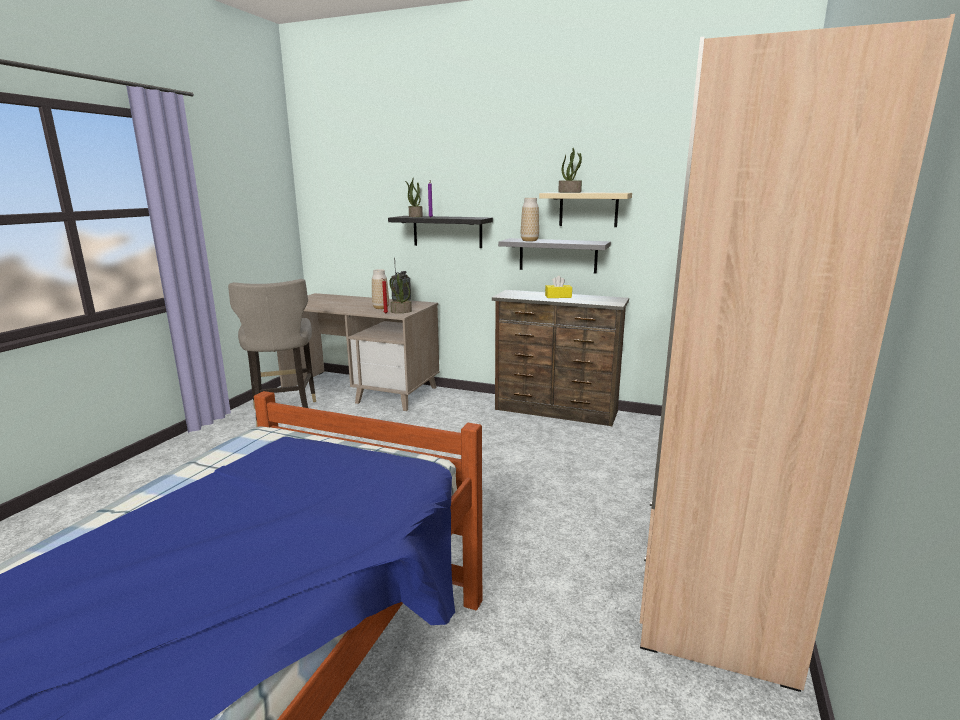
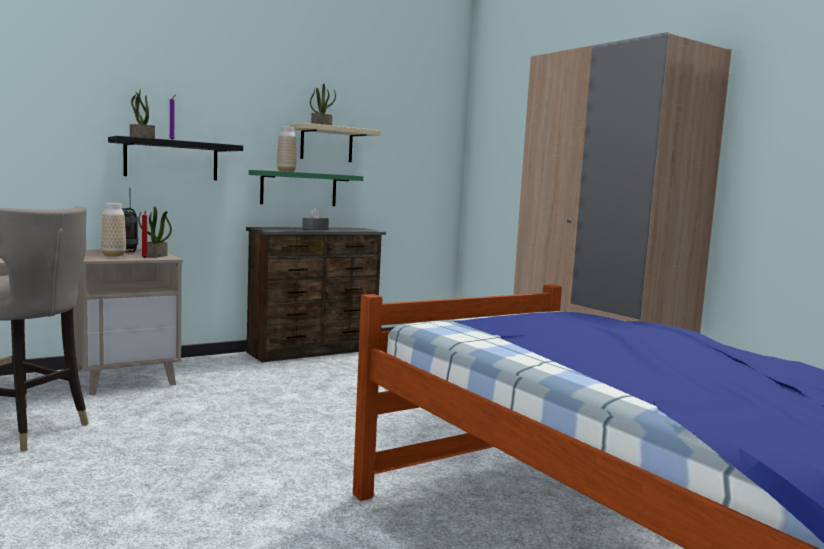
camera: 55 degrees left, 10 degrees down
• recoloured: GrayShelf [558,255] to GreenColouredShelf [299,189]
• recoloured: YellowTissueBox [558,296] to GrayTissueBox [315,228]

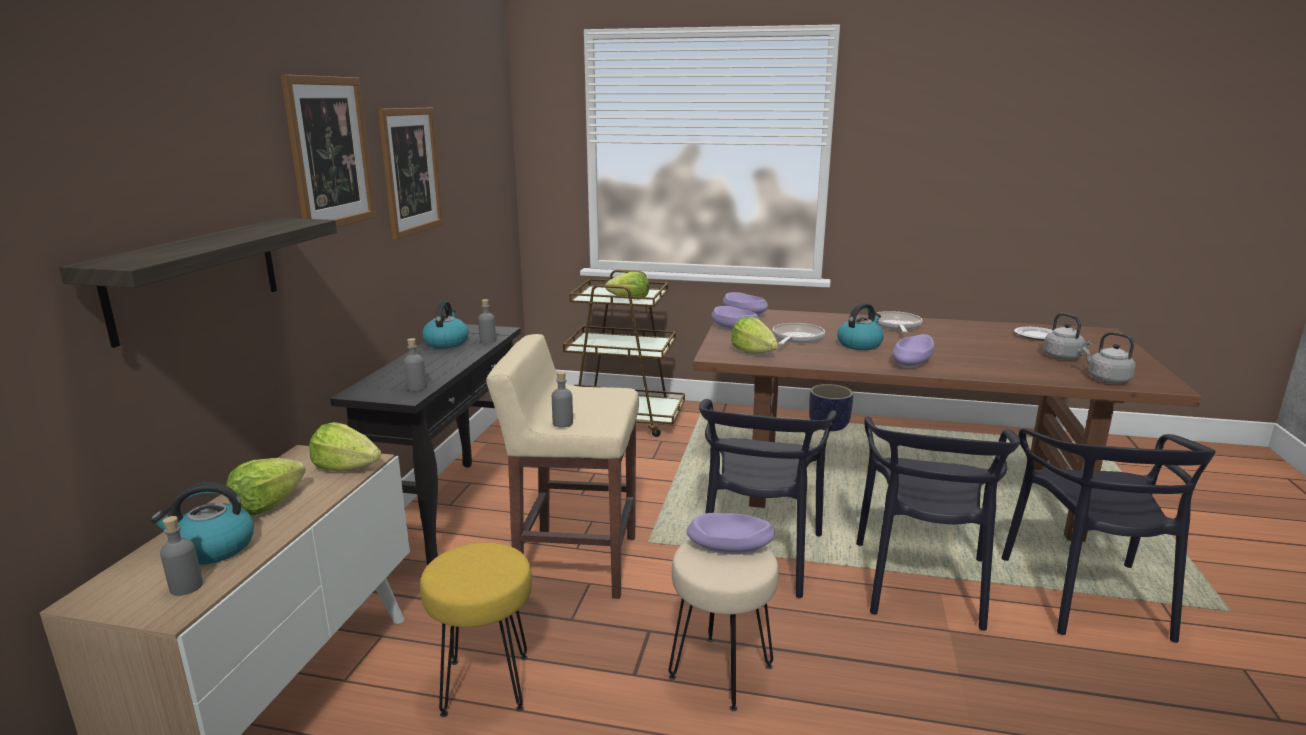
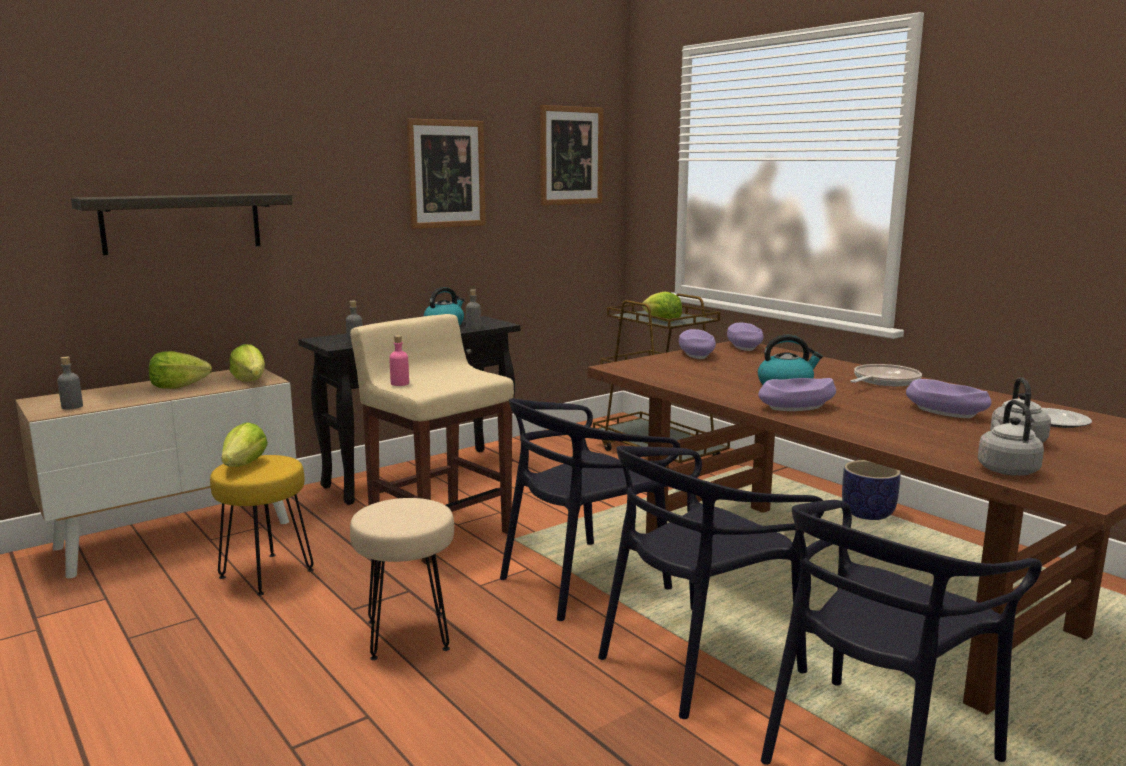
camera: 40 degrees right, 5 degrees down
• moved: HeadOfLettuce [753,352] to [244,465]
• recoloured: GrayDrinkBottle [563,423] to PinkDrinkBottle [400,383]
• moved: WallArt [330,153] to [571,156]
• moved: PurpleColouredServingBowl [730,547] to [946,412]
• removed: WaterKettle [213,549]
• removed: Pan [796,338]

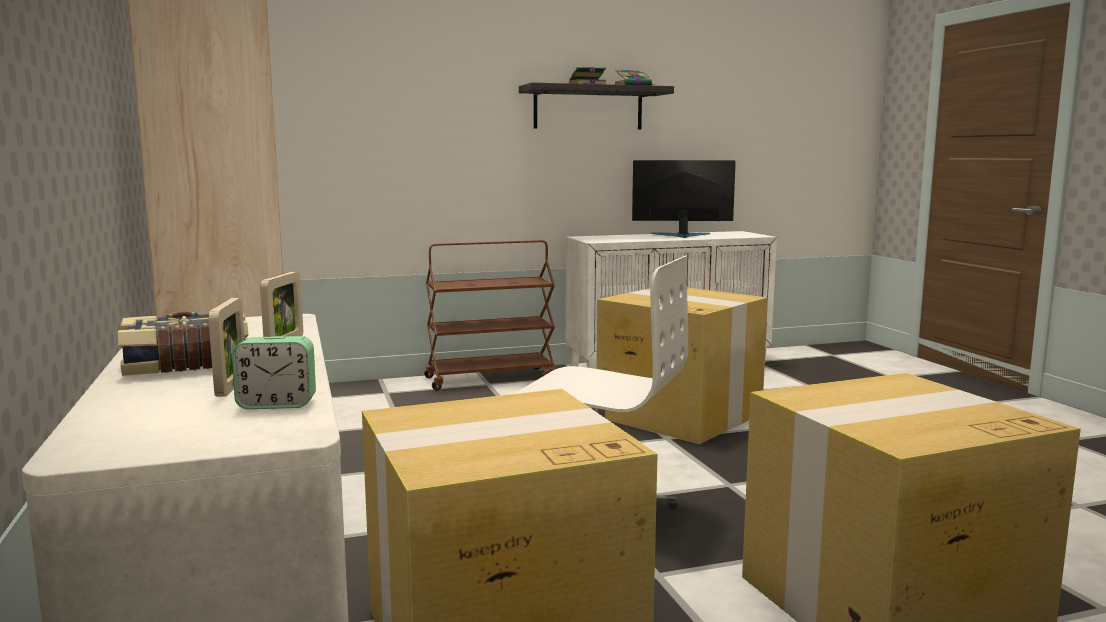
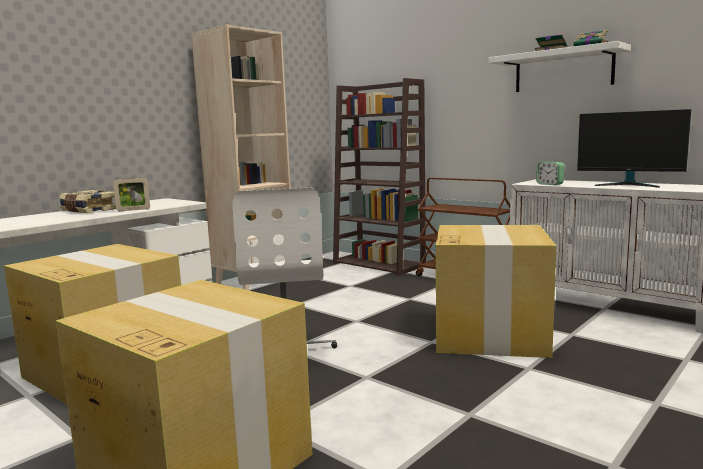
camera: 60 degrees right, 0 degrees up
• added: BrownishBookshelf [379,264]
• recoloured: BlackShelf [588,108] to WhiteShelf [563,70]
• moved: AlarmClock [277,404] to [549,184]
• turned: ComputerDisplay [681,235] = [629,184] 150 degrees clockwise
• removed: PictureFrame [231,386]

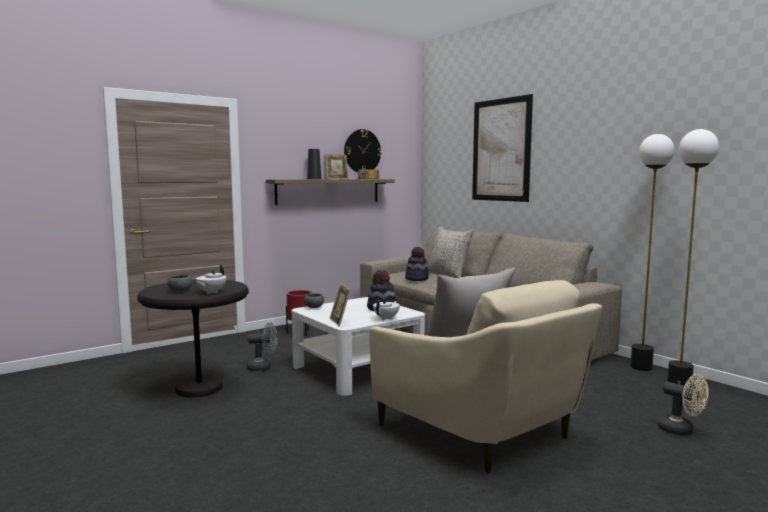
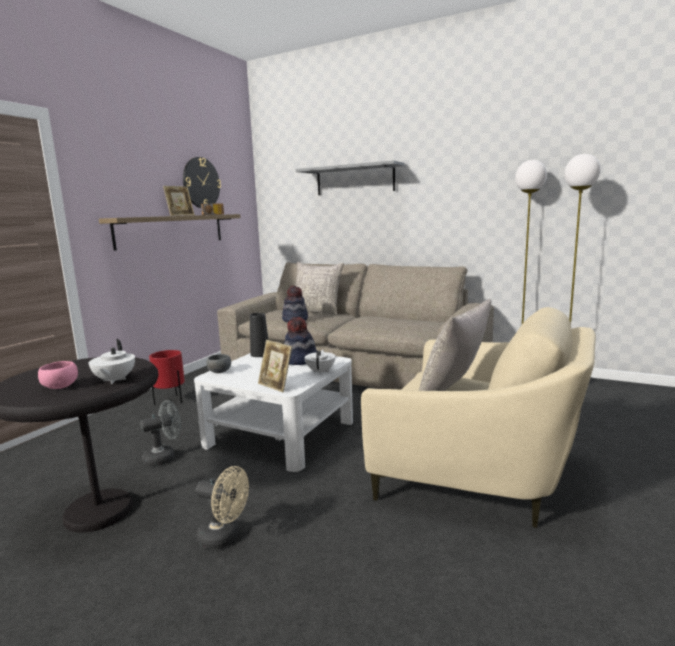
camera: 25 degrees left, 5 degrees up
• recoloured: GrayServingBowl [180,291] to PinkServingBowl [60,386]
• moved: SandColouredElectricFan [681,431] to [225,538]
• moved: BlackVase [314,179] to [260,354]
• replaced: WallArt [501,150] to GrayShelf [355,180]

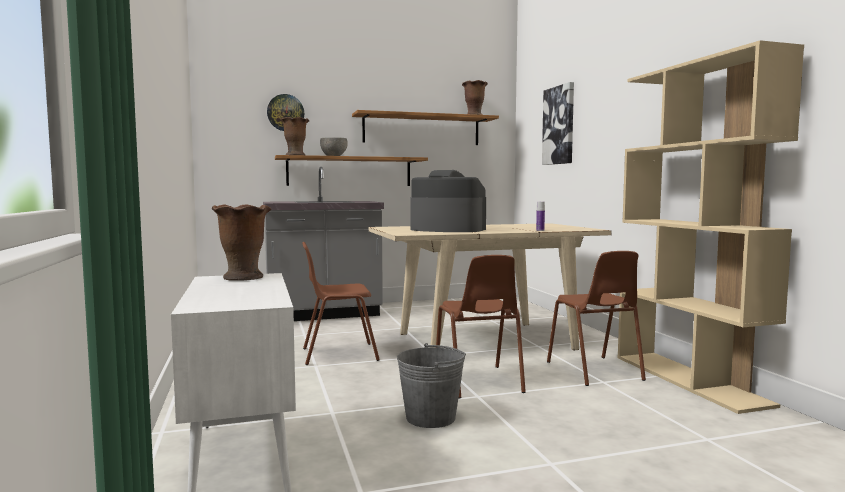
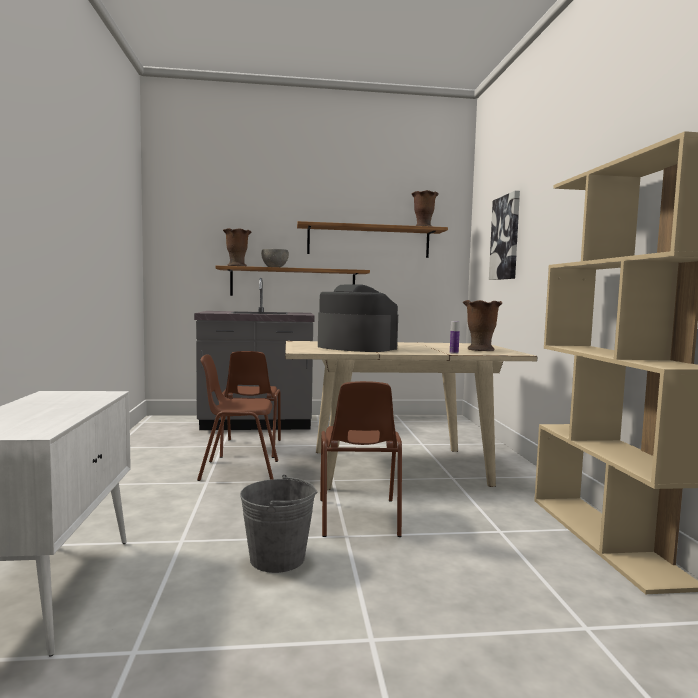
camera: 10 degrees right, 0 degrees up
• moved: BrownishChair [594,371] to [250,449]
• moved: BrownishVase [243,277] to [481,349]
• removed: ClockOnTheWall [285,112]

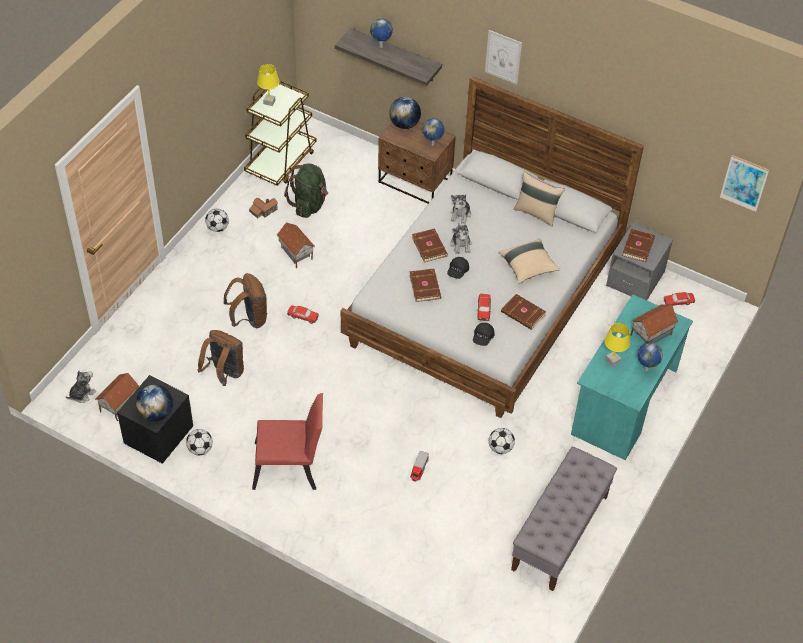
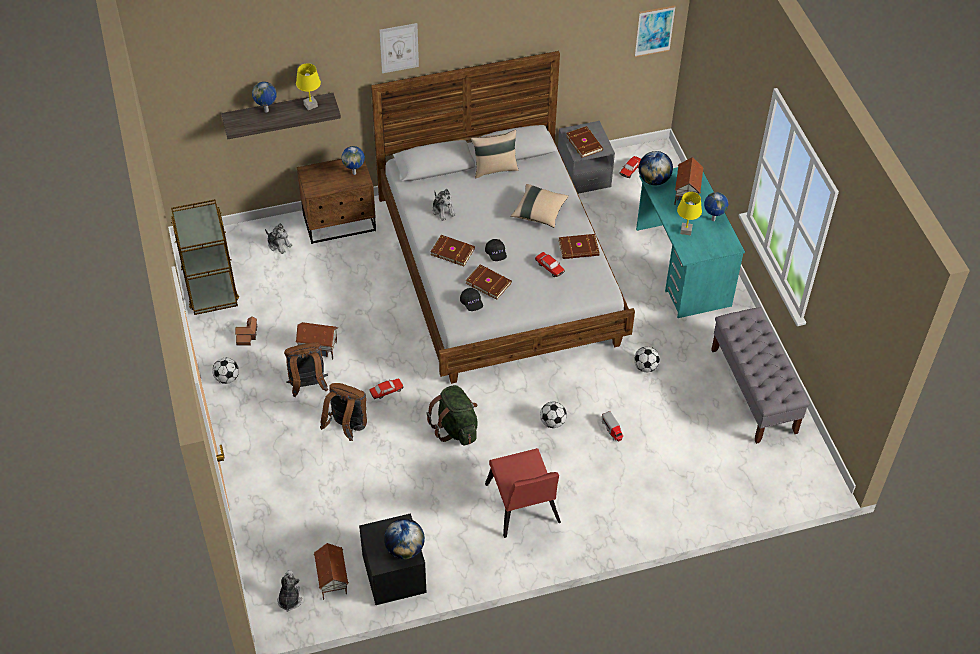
camera: 45 degrees left, 0 degrees up
• moved: CuddlyToy [461,244] to [279,244]
• moved: BrownishBackpack [224,373] to [308,386]
• moved: YellowTableLamp [269,102] to [310,105]
• moved: GreenColouredBackpack [309,204] to [455,428]
• moved: BlackBaseballCap [483,338] to [471,303]
• turned: RedColouredChair [290,467] = [523,508] 120 degrees clockwise
• moved: FootballBall [200,449] to [552,422]
• moved: DeskGlobe [404,124] to [654,180]

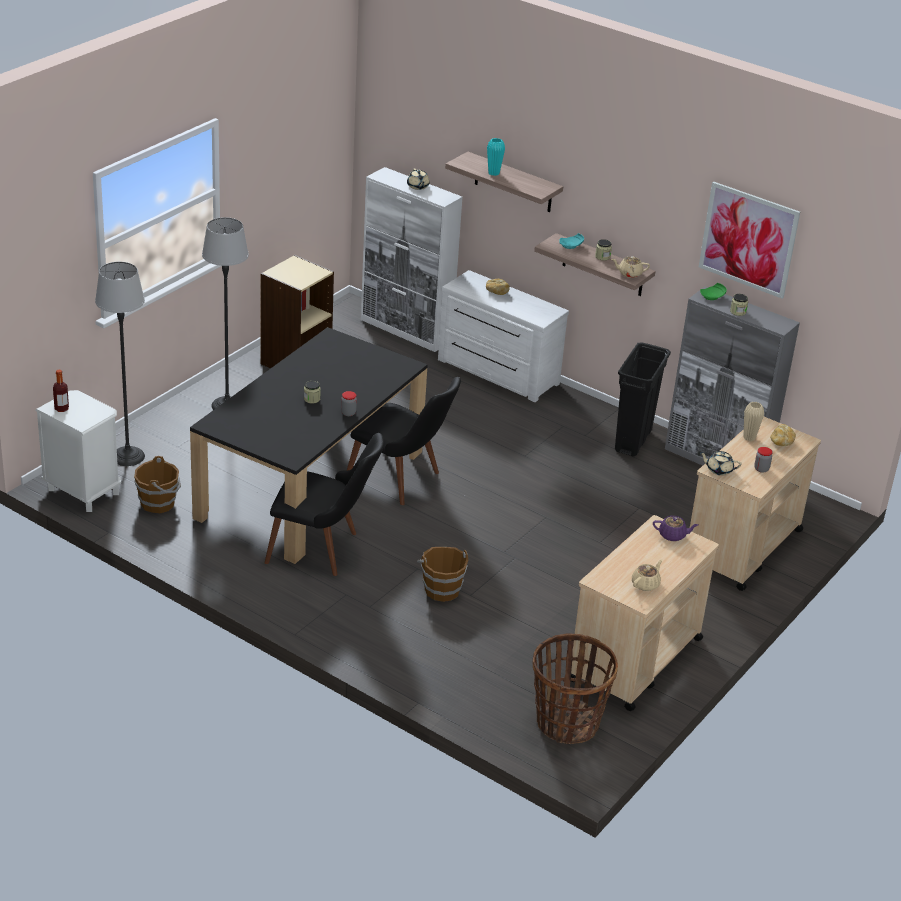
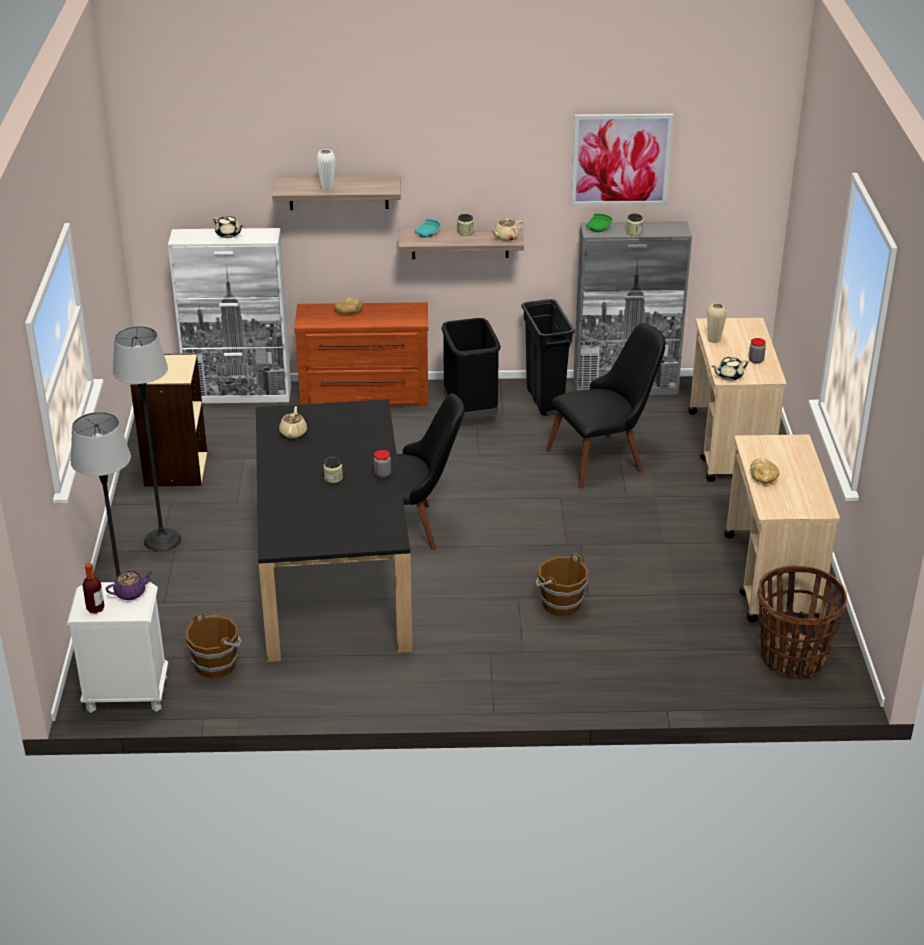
camera: 35 degrees left, 0 degrees up
• moved: PurpleColouredPotForTea [673,535] to [131,593]
• moved: SandColouredPotForTea [645,584] to [293,432]
• recoloured: WhiteDresser [496,373] to BrownishDresser [365,396]
• recoloured: TurquoiseVase [493,173] to WhiteVase [327,188]
• added: BlackWasteBin [470,413]
• moved: BlackChair [324,549] to [605,457]
• moved: BakeryBread [781,442] to [763,478]

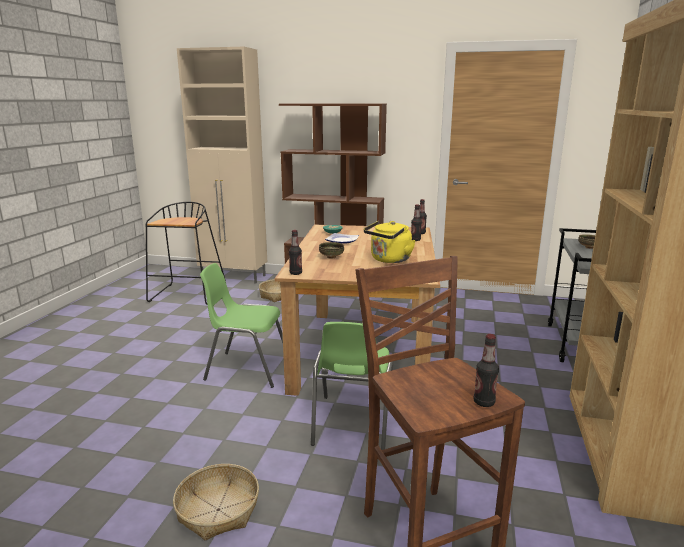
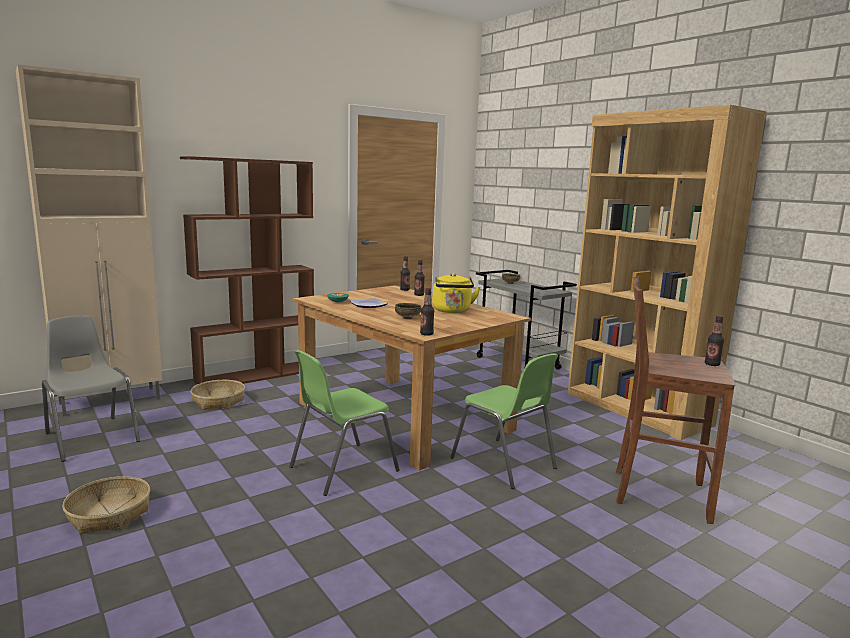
camera: 50 degrees left, 5 degrees down
• replaced: BlackSittingStool [188,295] to GrayChair [91,437]
• moved: StorageBasket [218,510] to [109,514]

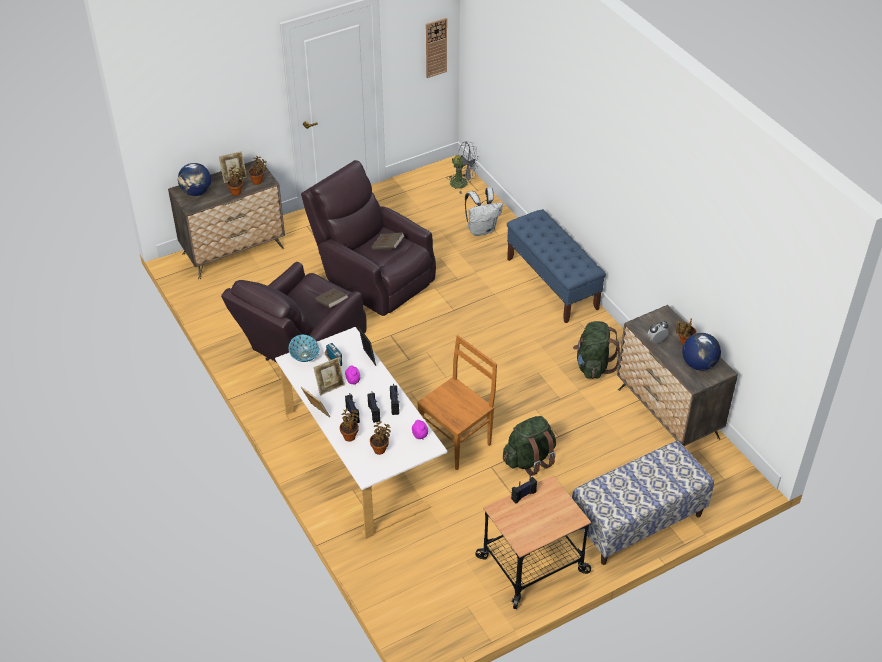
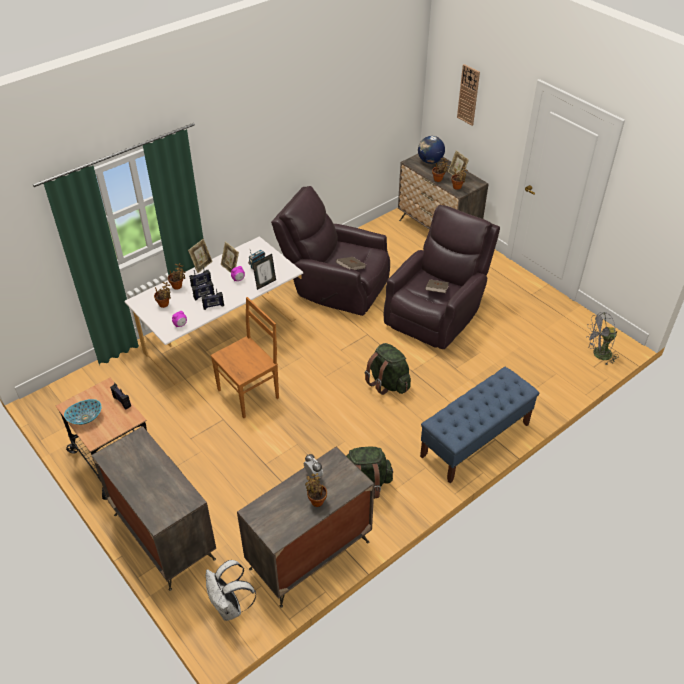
camera: 80 degrees right, 0 degrees up
• moved: ServingBowl [305,355] to [85,418]
• replaced: LongSeat [637,522] to Dresser [164,535]
• moved: WhiteBackpack [481,229] to [230,607]
• turned: BrownishChair [457,441] = [250,393] 75 degrees counterclockwise
• moved: GreenColouredBackpack [529,459] to [388,383]
• moved: ClockOnTheWall [436,47] to [468,95]
• turned: GrayElectricFan [463,183] = [598,355] 75 degrees clockwise
• removed: DeskGlobe [698,364]

